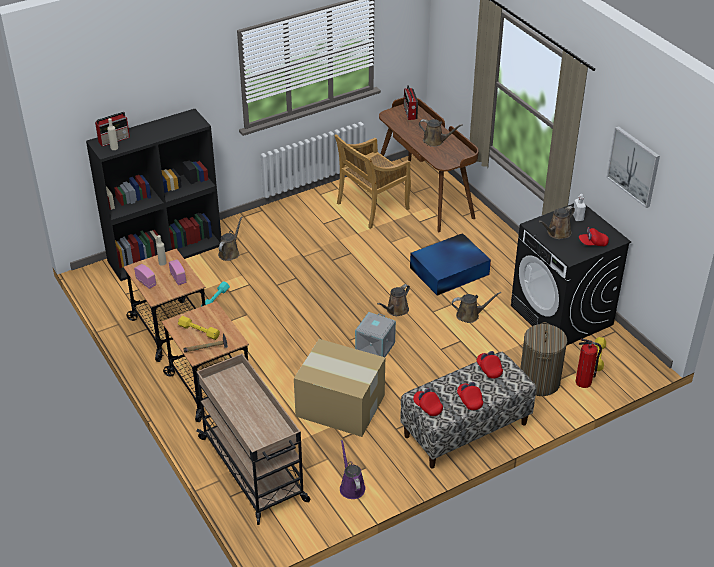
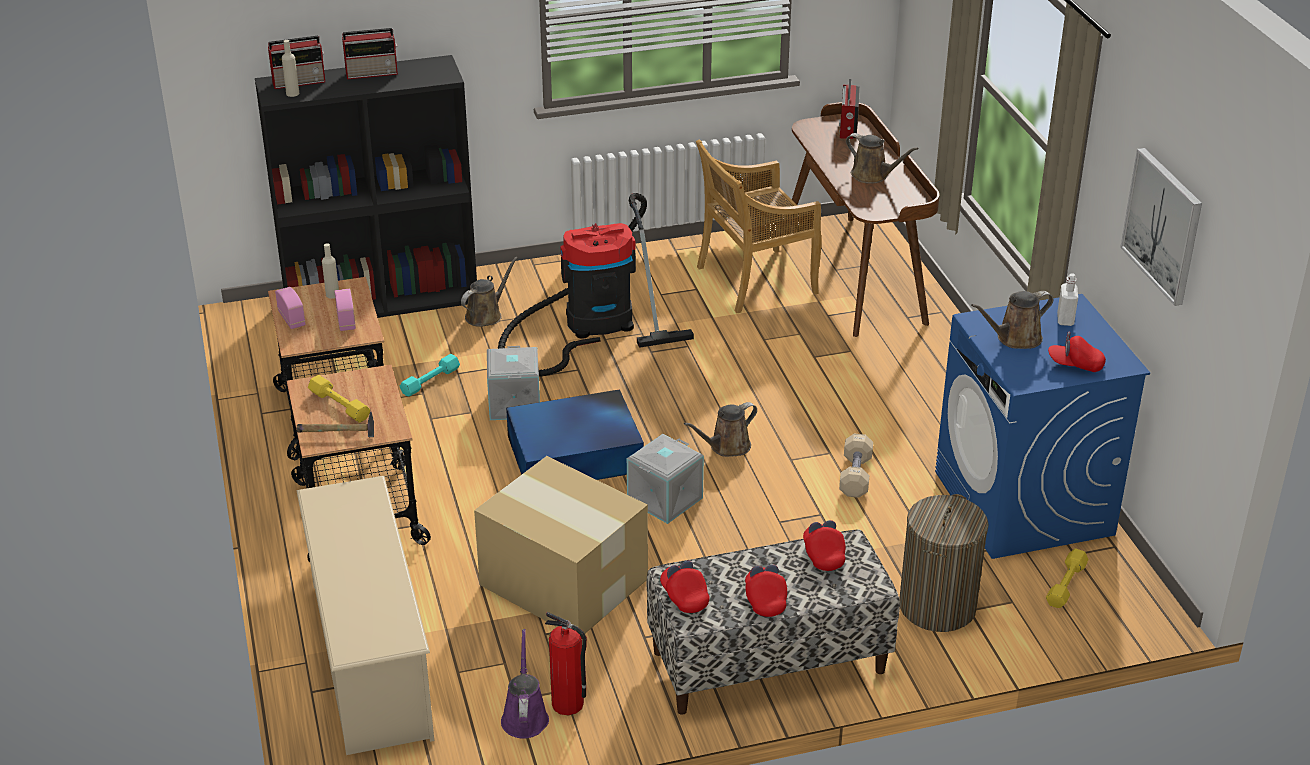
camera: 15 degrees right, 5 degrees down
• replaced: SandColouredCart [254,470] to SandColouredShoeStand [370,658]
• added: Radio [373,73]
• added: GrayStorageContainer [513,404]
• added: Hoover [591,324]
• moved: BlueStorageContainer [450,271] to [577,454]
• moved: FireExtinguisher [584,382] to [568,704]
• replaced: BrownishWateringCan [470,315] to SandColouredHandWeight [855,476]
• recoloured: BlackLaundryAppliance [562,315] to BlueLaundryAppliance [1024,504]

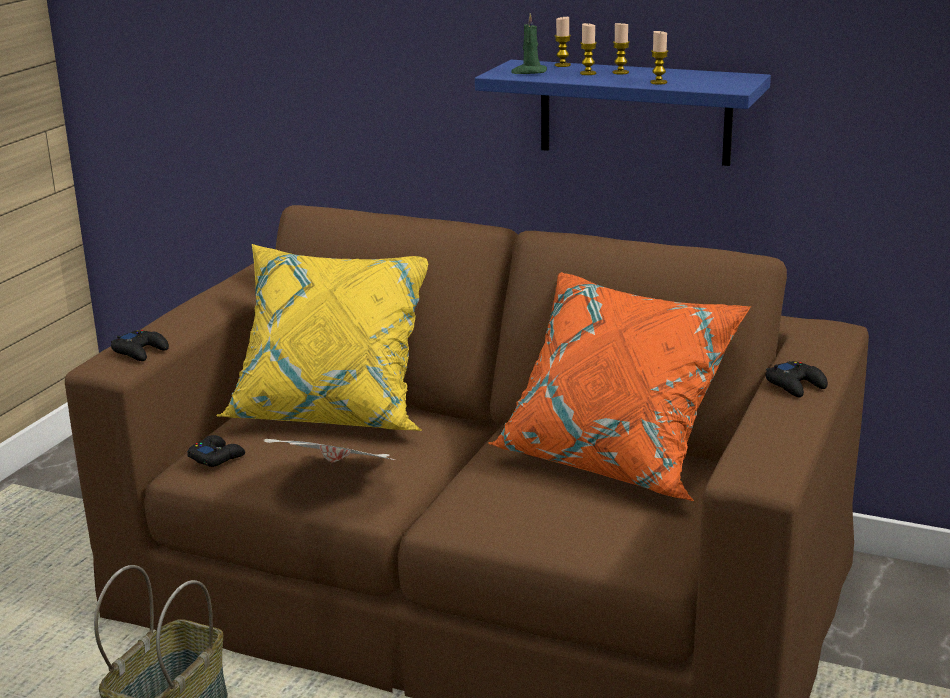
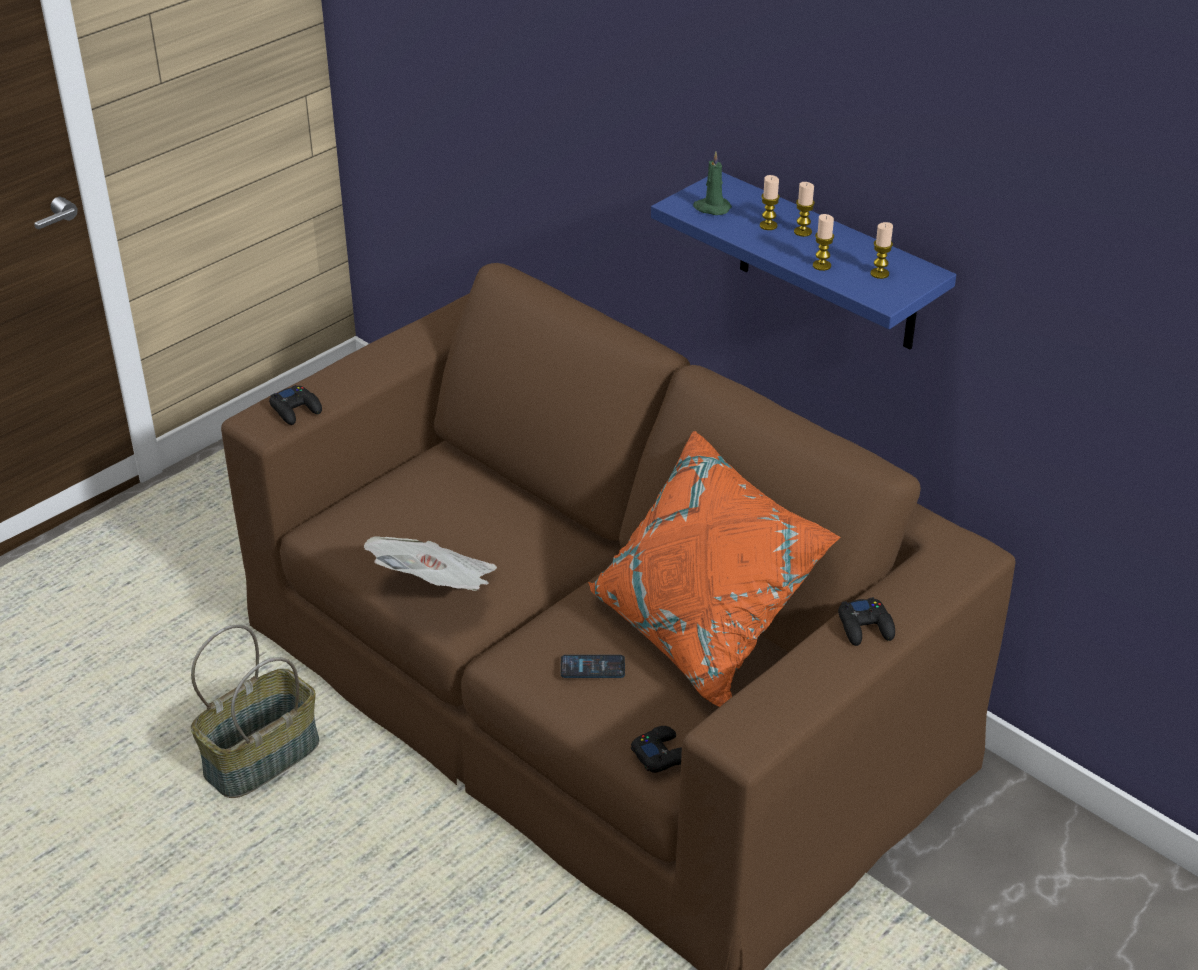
camera: 20 degrees right, 15 degrees up
• added: Handset [592,667]
• moved: BlackGamepad [216,457] to [662,754]
• moved: Candle [562,65] to [879,273]
• removed: YellowCushion [335,410]

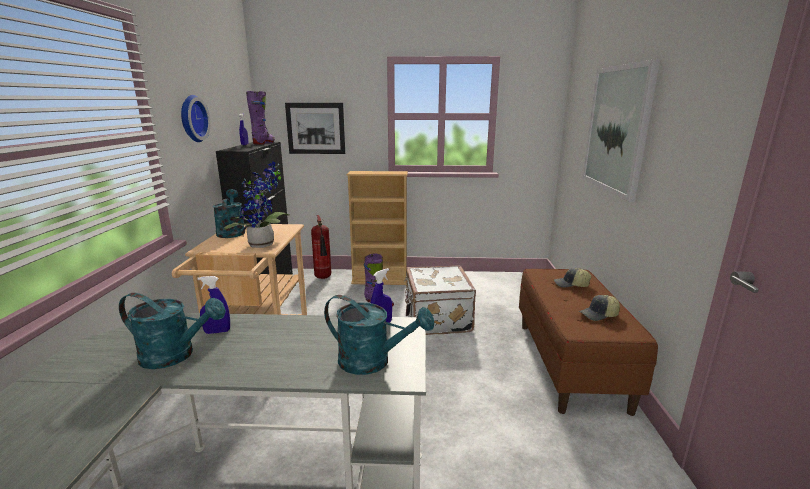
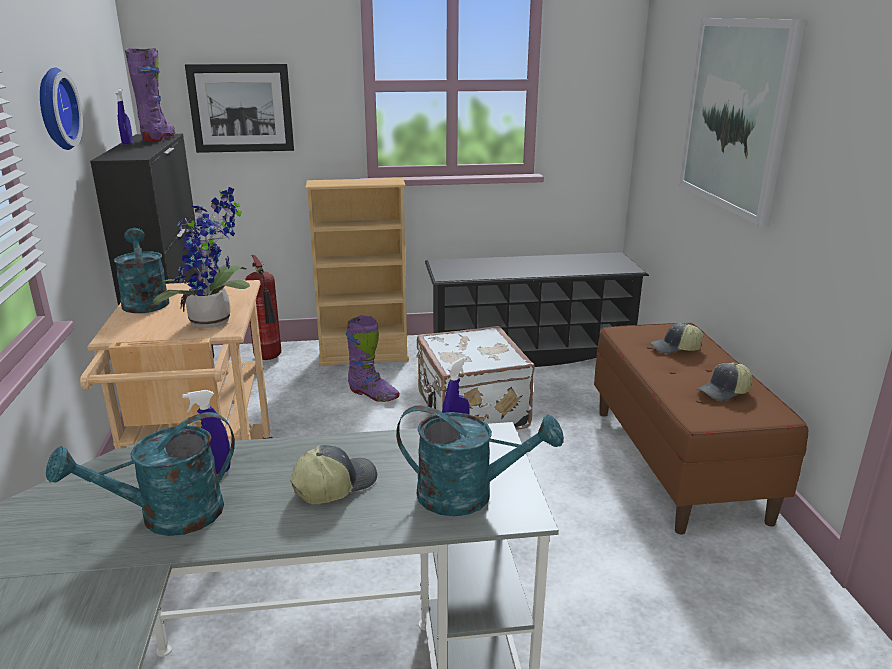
camera: 10 degrees left, 5 degrees up
• turned: TurquoiseWateringCan [175,356] = [167,517] 150 degrees clockwise
• added: BaseballCap [334,485]
• added: BlackShoeStand [529,353]

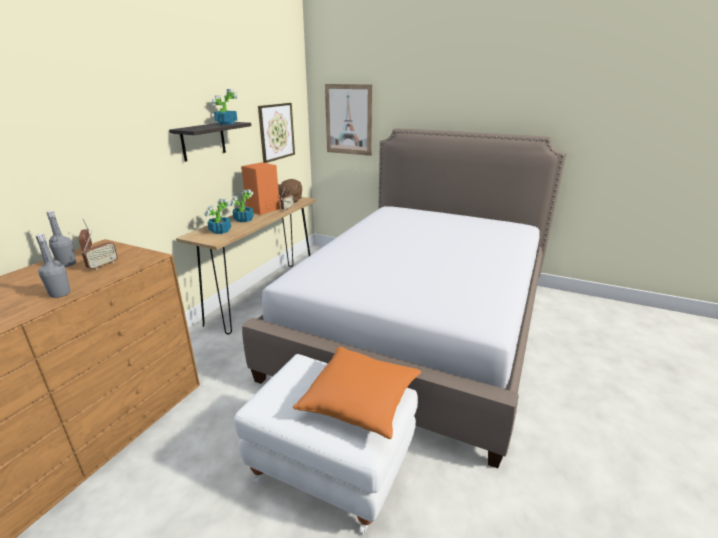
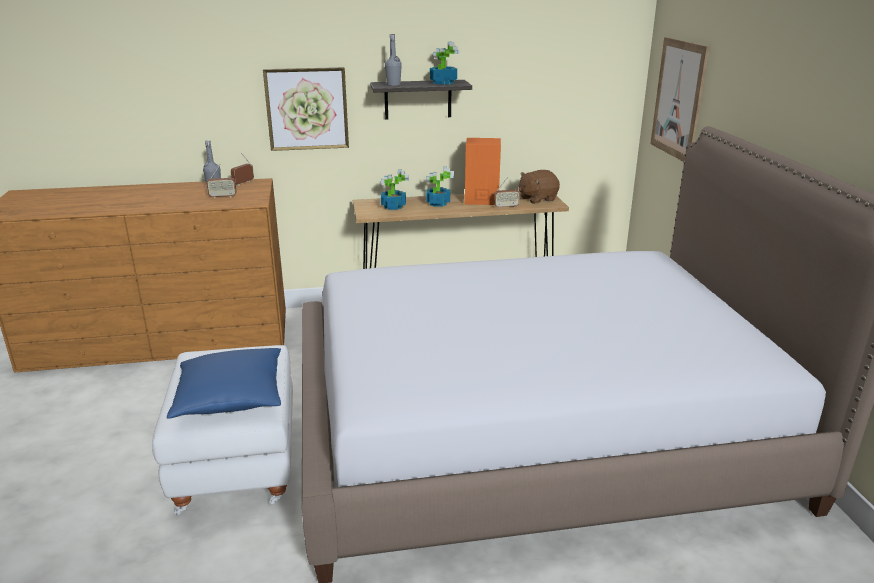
camera: 55 degrees right, 0 degrees up
• recoloured: OrangeyCushion [360,401] to BlueCushion [230,397]
• moved: WallArt [276,132] to [307,109]
• moved: GrayDrinkBottle [60,294] to [393,85]

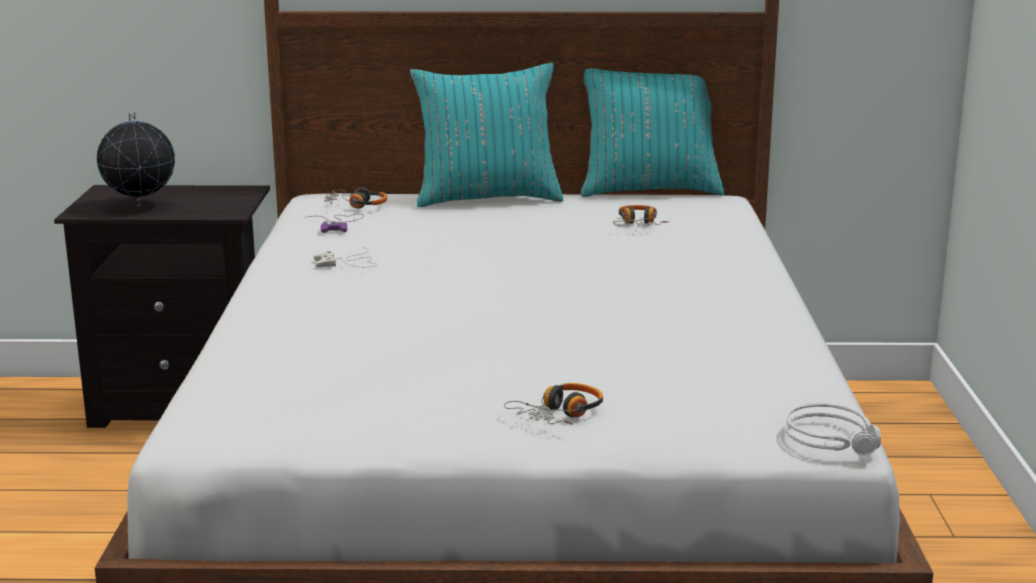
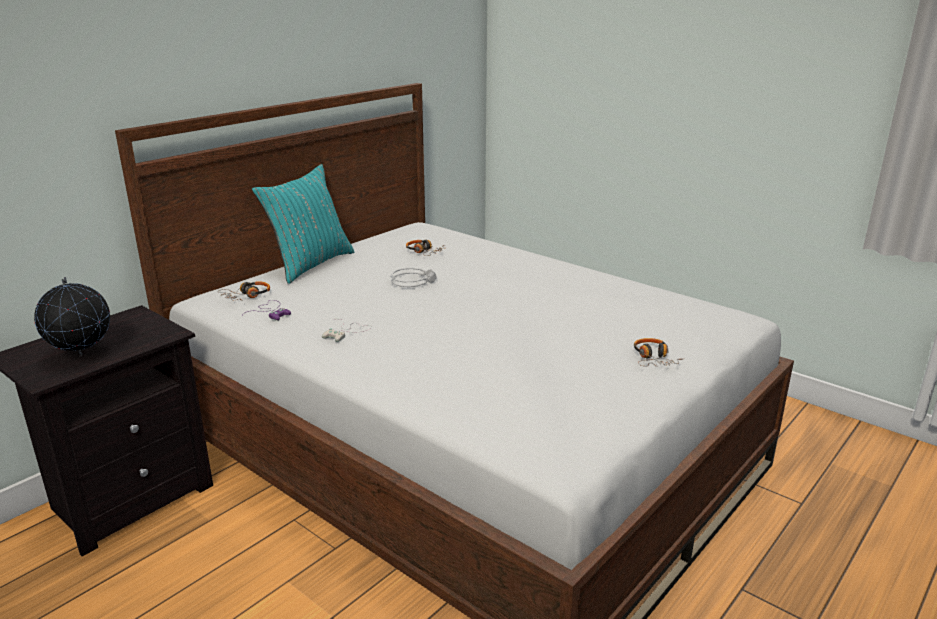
camera: 50 degrees left, 5 degrees up
• moved: GrayHeadphones [835,438] to [413,281]
• removed: TurquoiseCushion [648,190]

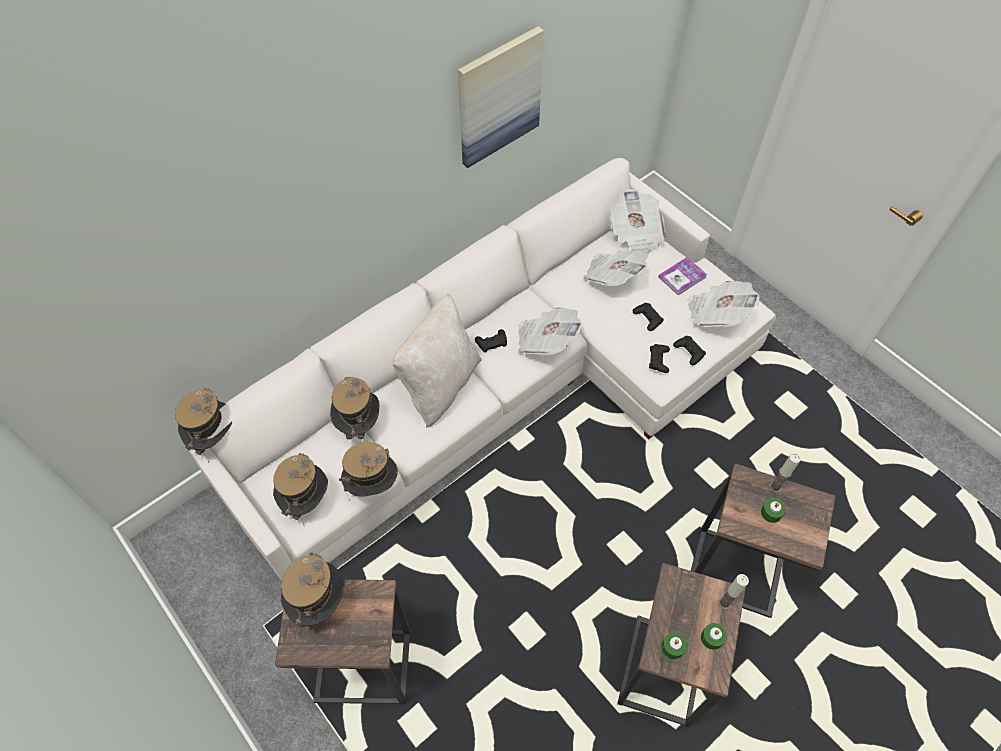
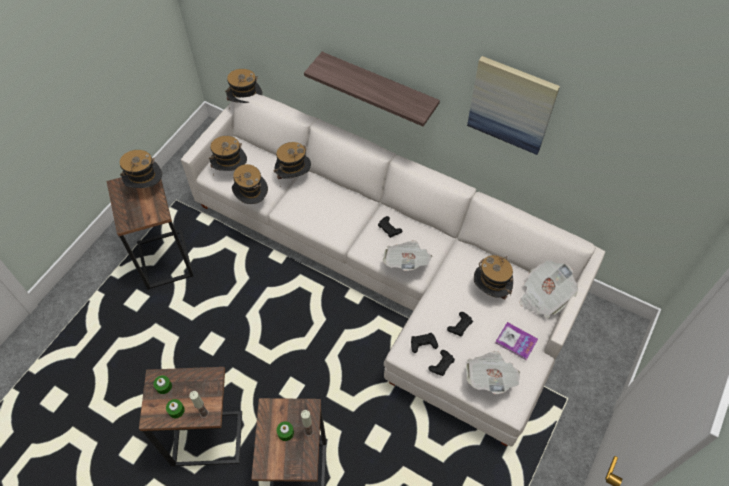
camera: 70 degrees right, 0 degrees up
• added: Shelf [379,89]
• replaced: PrintedPaper [613,276] to Hat [490,290]
• removed: SandColouredCushion [440,384]

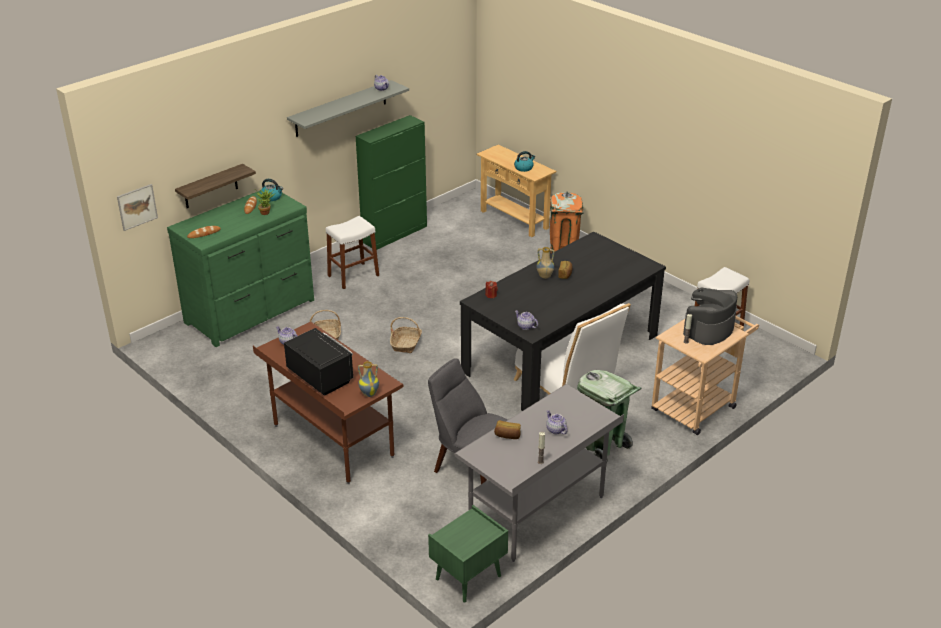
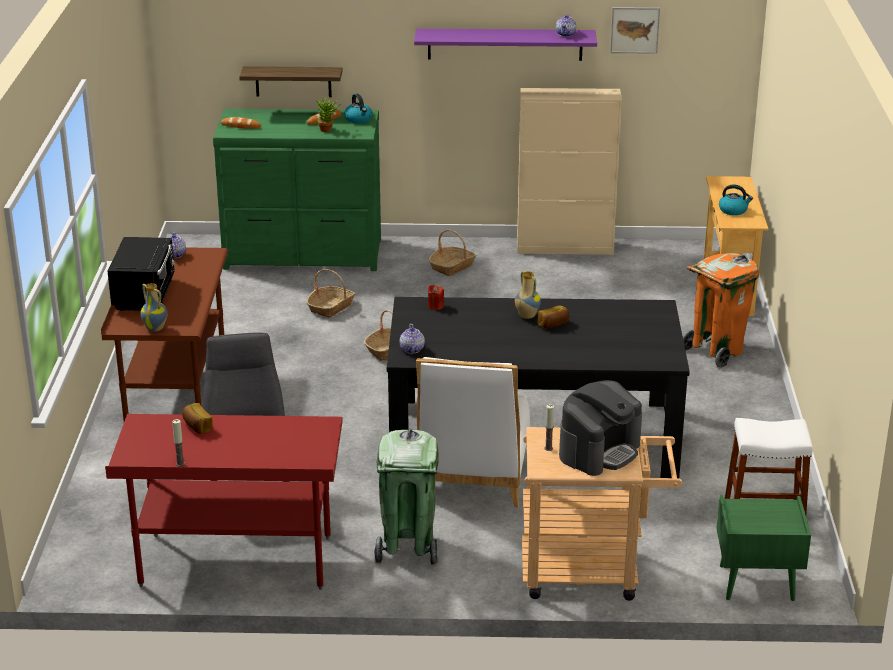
camera: 45 degrees right, 5 degrees down
• recoloured: GrayDeskTable [537,513] to RedColouredDeskTable [236,562]
• recoloured: GrayShelf [341,108] to PurpleColouredShelf [505,44]
• replaced: WhiteSittingStool [353,276] to StorageBasket [452,266]
• recoloured: GreenColouredStorageCabinet [395,234] to SandColouredStorageCabinet [565,247]
• turned: CoffeeMaker [708,329] = [599,451] 135 degrees clockwise
• moved: WallArt [137,207] to [634,30]
• moved: GreenColouredNightstand [468,578] to [756,583]
• removed: PotForTea [555,430]

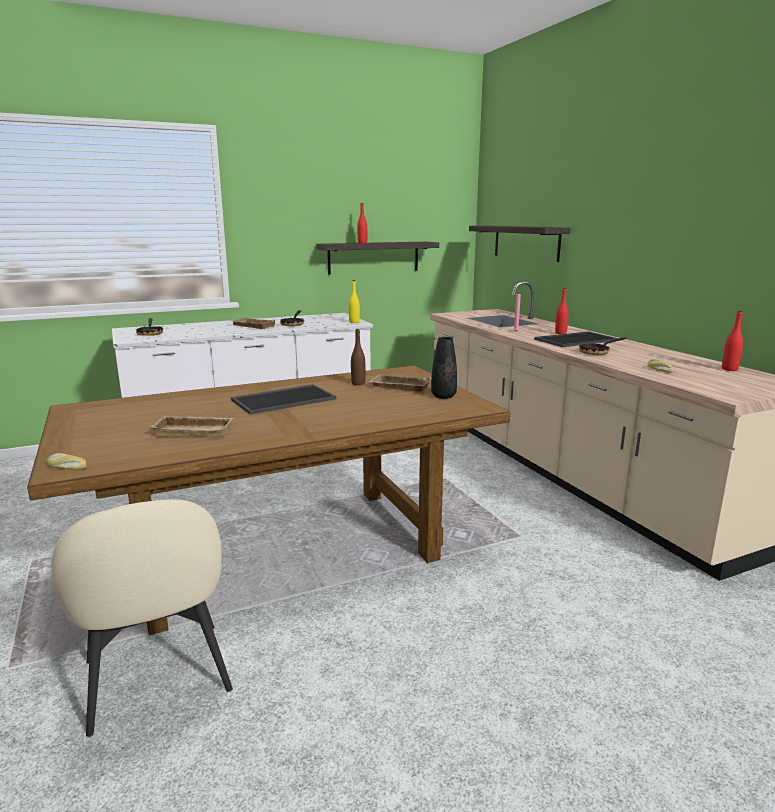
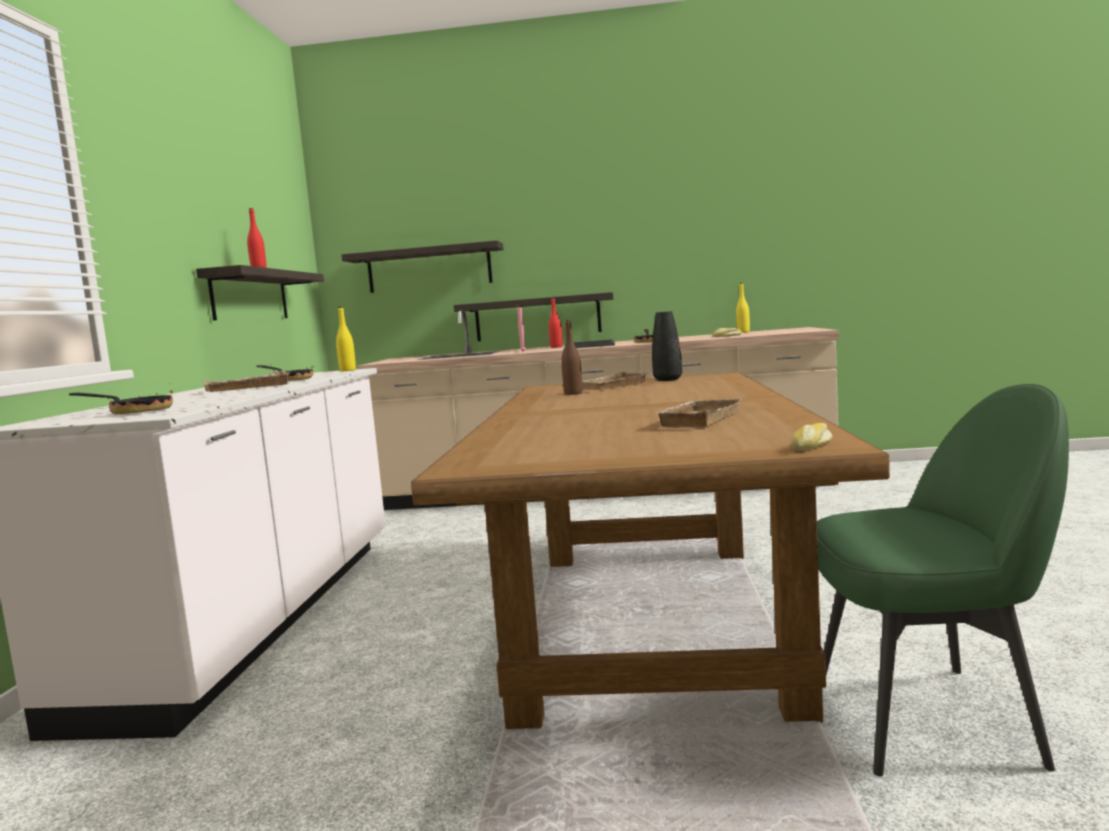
camera: 60 degrees left, 10 degrees down
• added: Shelf [537,317]
• recoloured: RedColouredDrinkBottle [729,369] to YellowDrinkBottle [743,332]
• recoloured: SandColouredChair [157,679] to GreenColouredChair [930,717]
• removed: ServingTray [284,399]

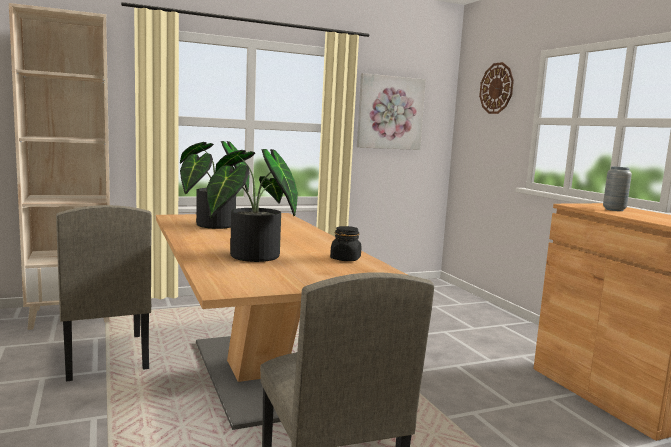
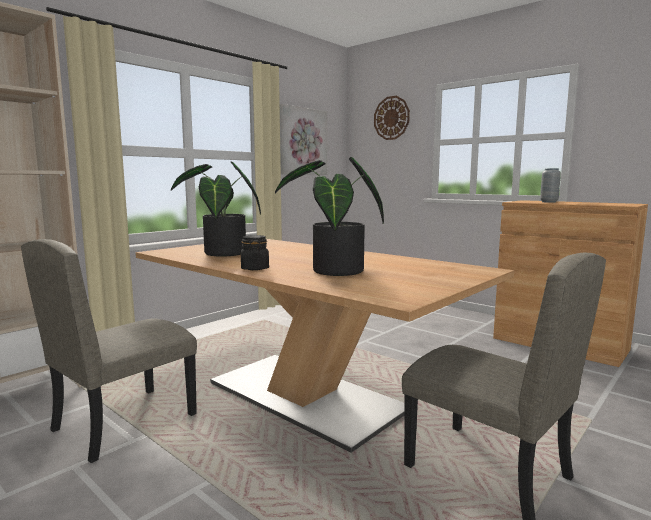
camera: 25 degrees left, 0 degrees up
• turned: SandColouredChair [104,356] = [124,421] 90 degrees clockwise
• moved: BlackPreserveJar [345,259] to [255,268]

